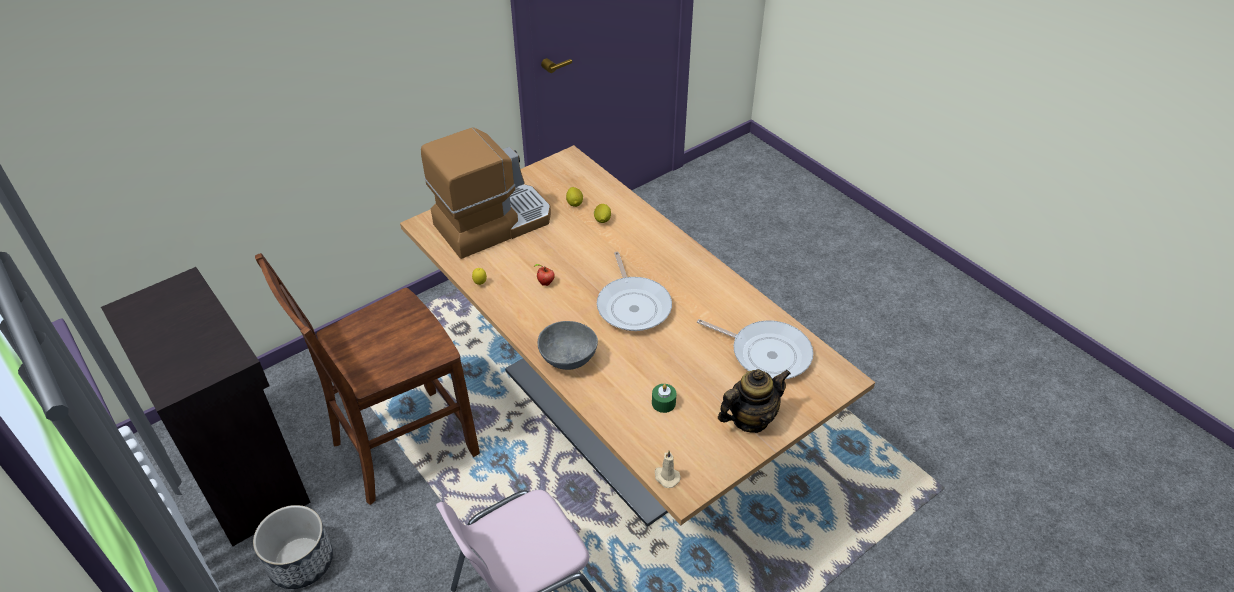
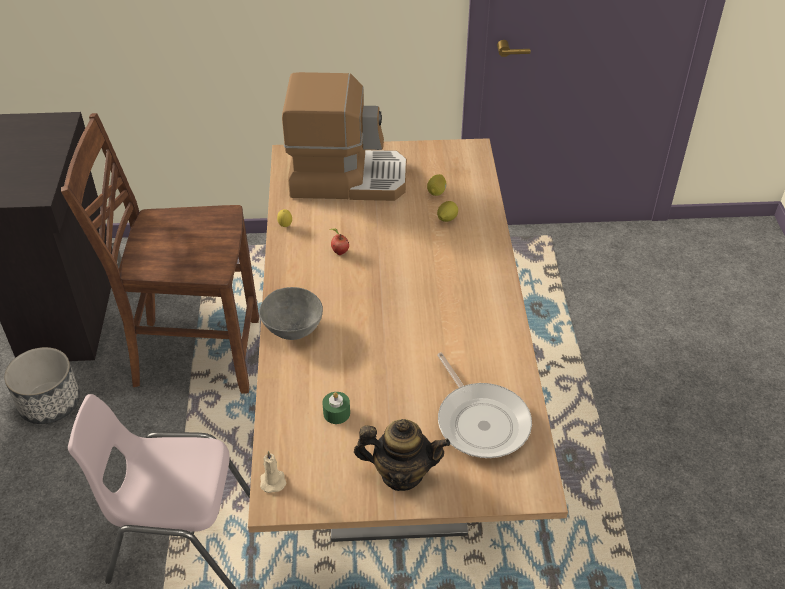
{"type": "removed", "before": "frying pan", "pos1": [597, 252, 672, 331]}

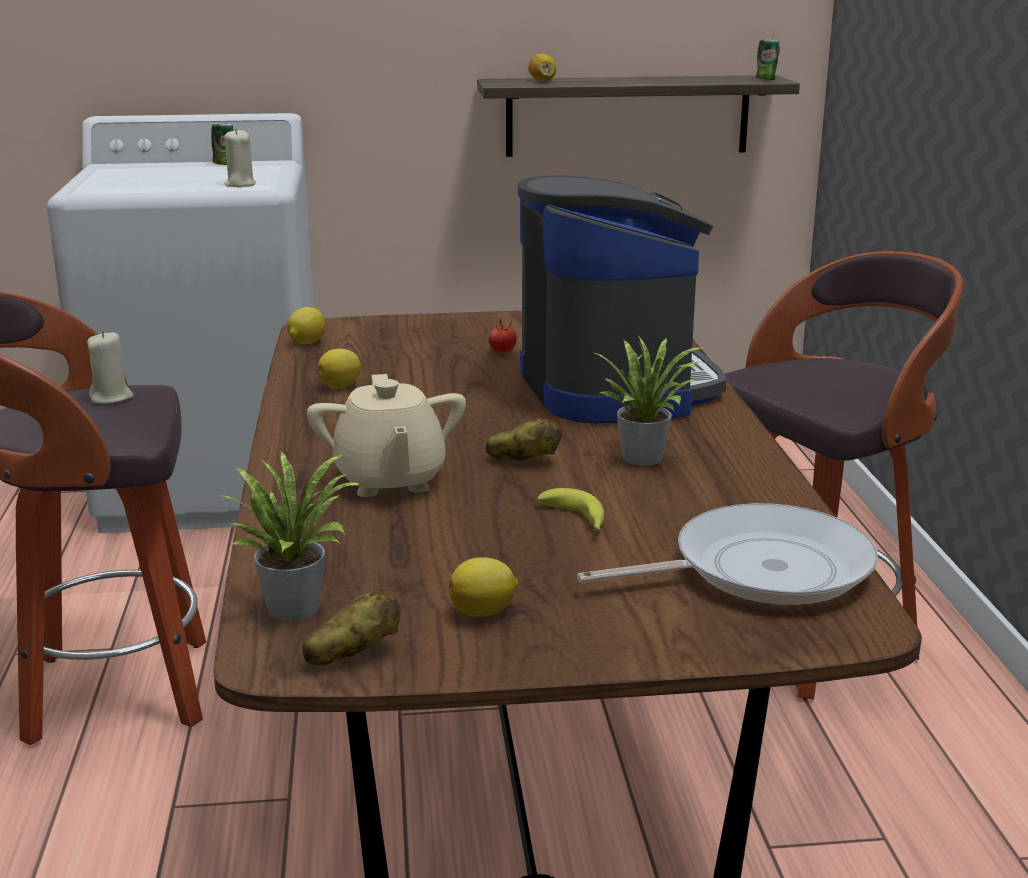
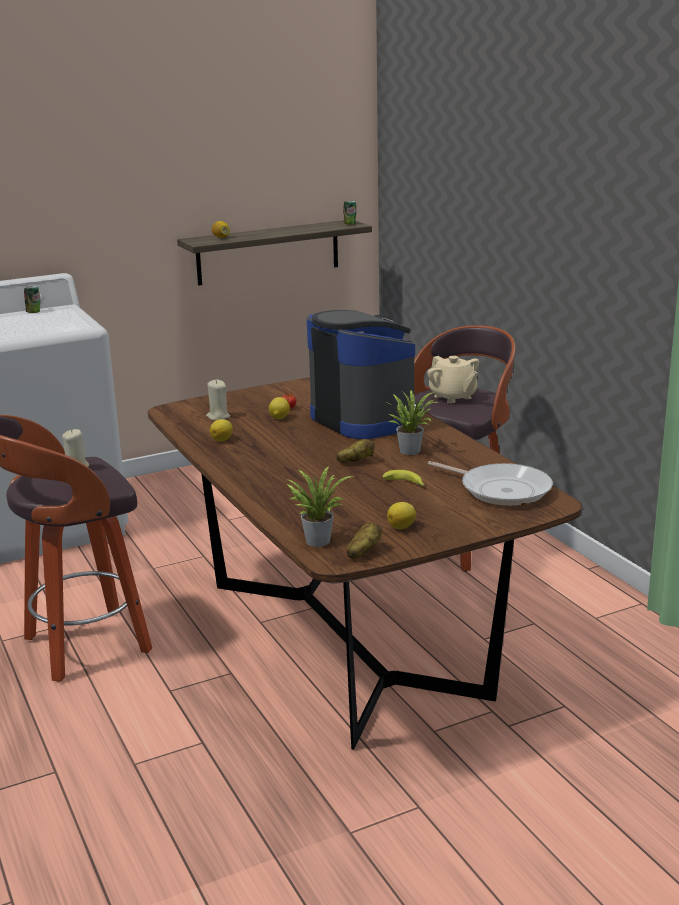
{"type": "moved", "before": "beige candle", "pos1": [224, 129, 256, 187], "pos2": [206, 380, 230, 420]}
{"type": "moved", "before": "lemon", "pos1": [287, 307, 326, 344], "pos2": [269, 397, 290, 419]}
{"type": "moved", "before": "beige teapot", "pos1": [307, 374, 466, 497], "pos2": [428, 356, 479, 403]}
{"type": "turned", "before": "frying pan", "pos1": [577, 503, 878, 605], "pos2": [428, 461, 553, 506], "turn": 75}

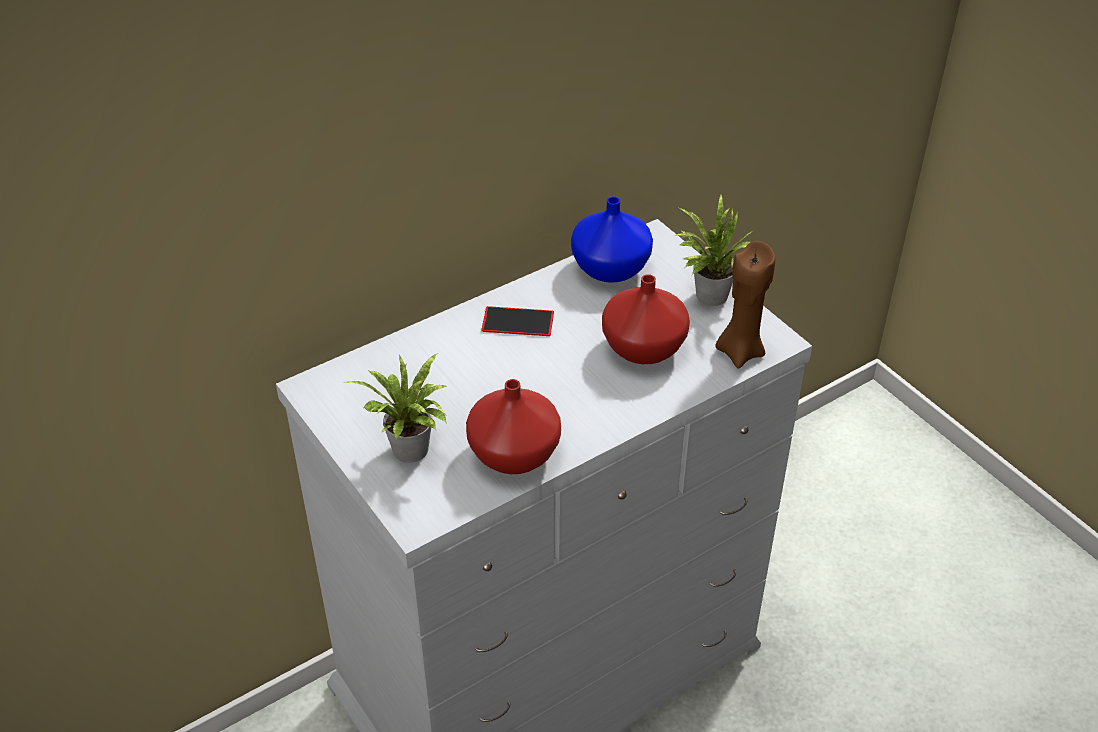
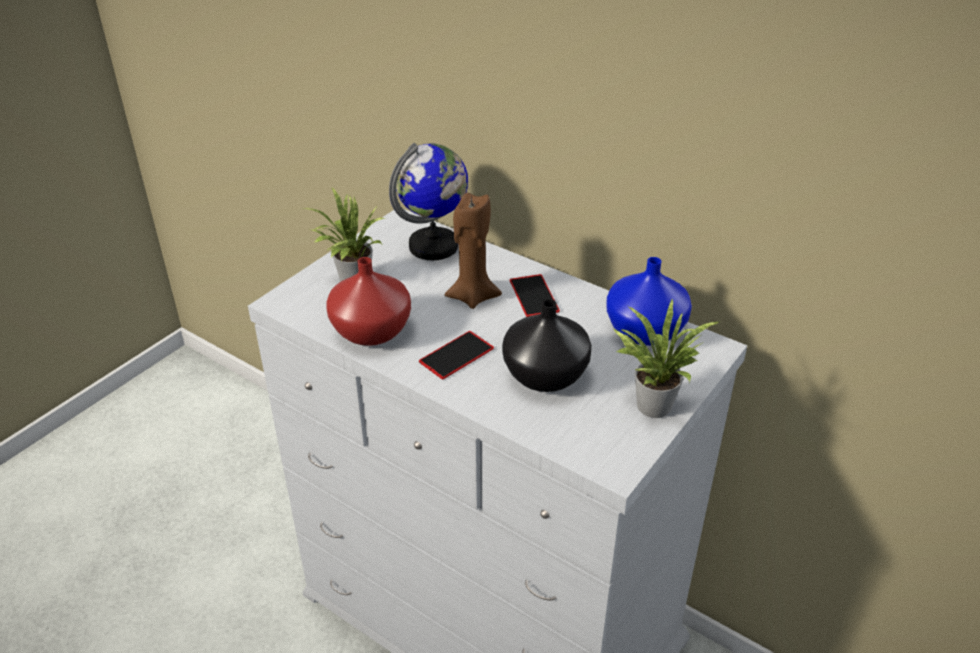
{"type": "recoloured", "before": "red vase", "after": "black vase", "pos1": [602, 274, 690, 364], "pos2": [502, 299, 592, 392]}
{"type": "moved", "before": "brown candle", "pos1": [715, 241, 775, 369], "pos2": [445, 193, 502, 309]}
{"type": "added", "after": "globe", "pos2": [389, 143, 468, 260]}
{"type": "added", "after": "phone", "pos2": [419, 331, 494, 379]}

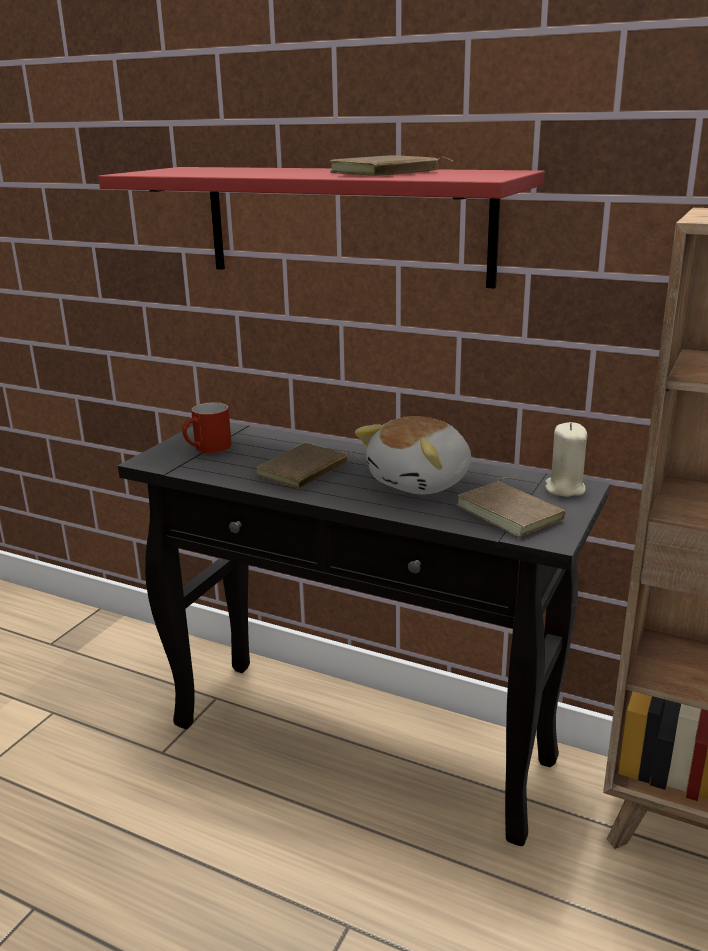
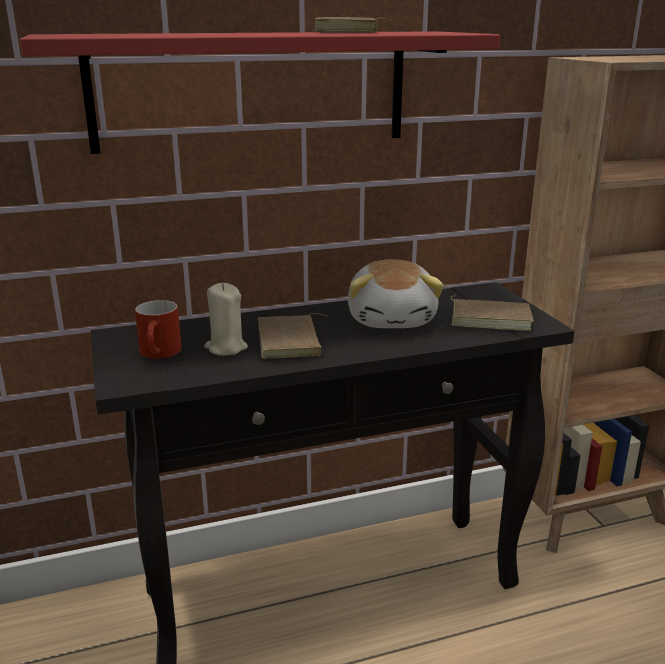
{"type": "moved", "before": "beige candle", "pos1": [545, 422, 587, 497], "pos2": [204, 283, 248, 356]}

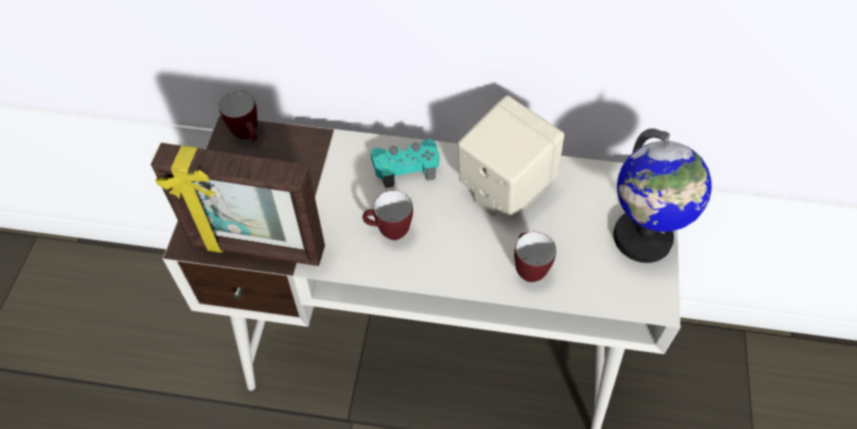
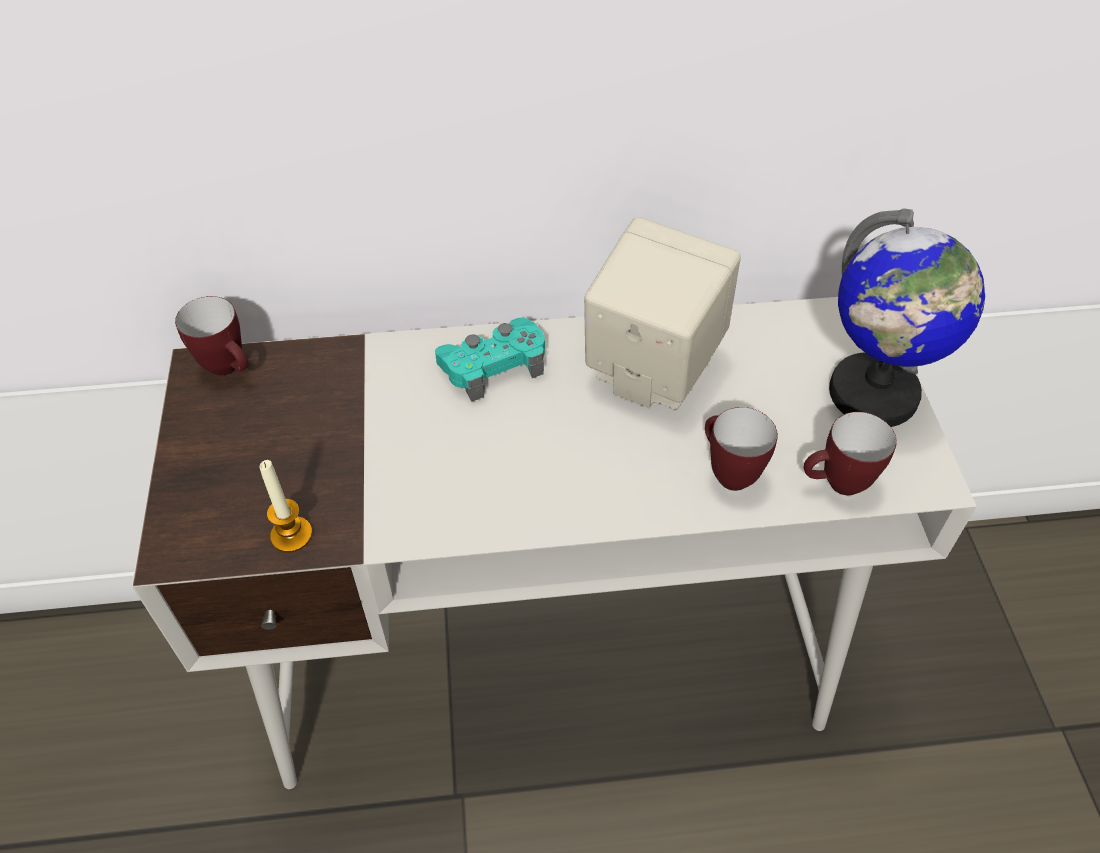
{"type": "replaced", "before": "picture frame", "after": "candle", "pos1": [151, 143, 325, 266], "pos2": [260, 460, 312, 553]}
{"type": "moved", "before": "mug", "pos1": [363, 190, 413, 240], "pos2": [804, 412, 897, 495]}

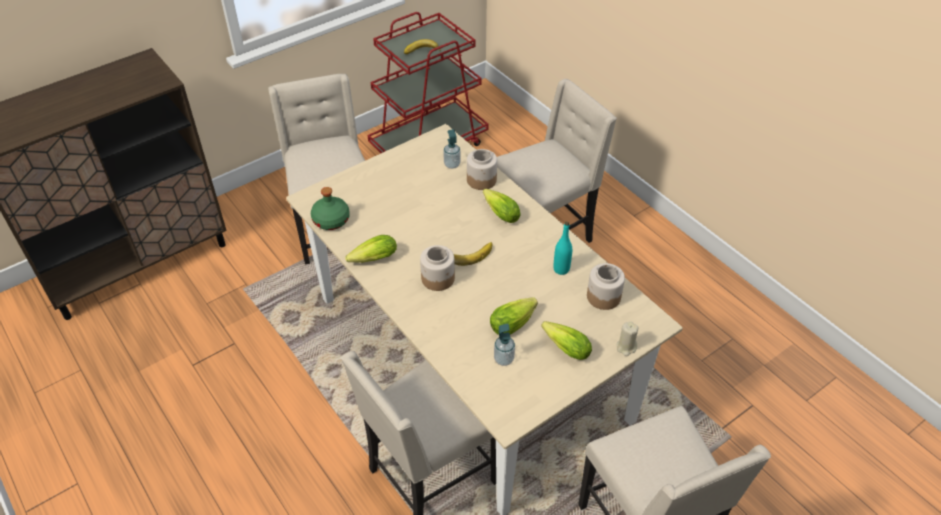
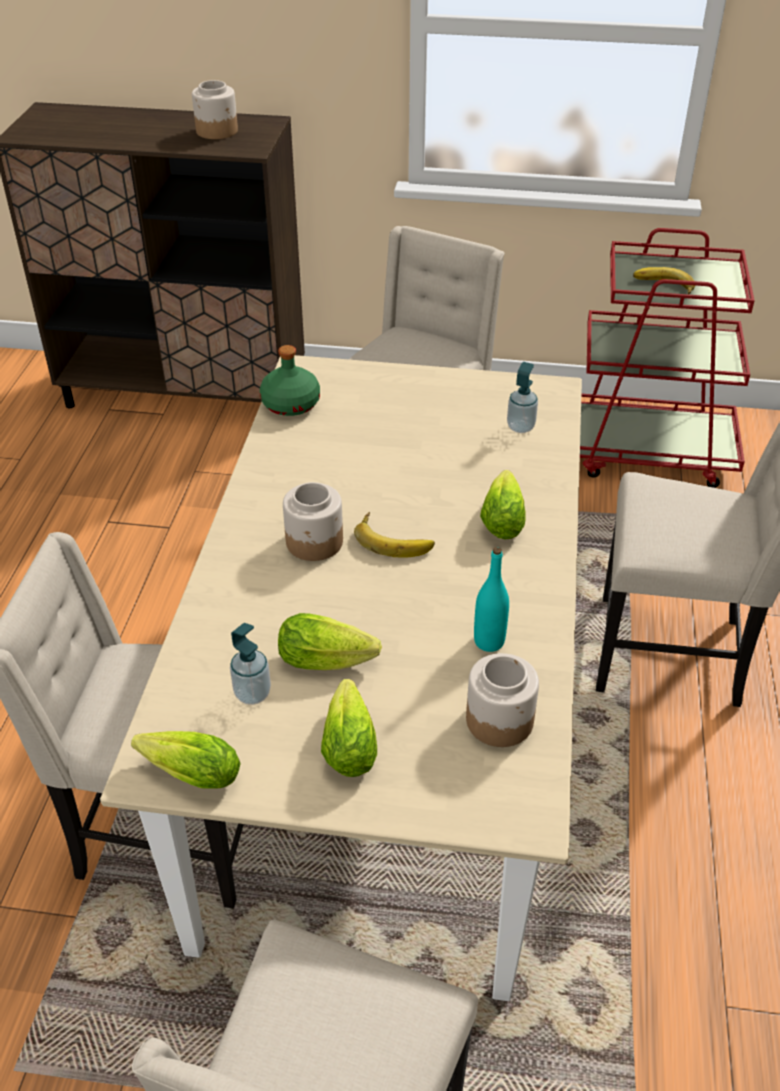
{"type": "moved", "before": "lettuce", "pos1": [345, 235, 397, 263], "pos2": [131, 731, 241, 789]}
{"type": "moved", "before": "jar", "pos1": [467, 149, 497, 190], "pos2": [192, 80, 238, 139]}
{"type": "removed", "before": "beige candle", "pos1": [616, 322, 639, 356]}

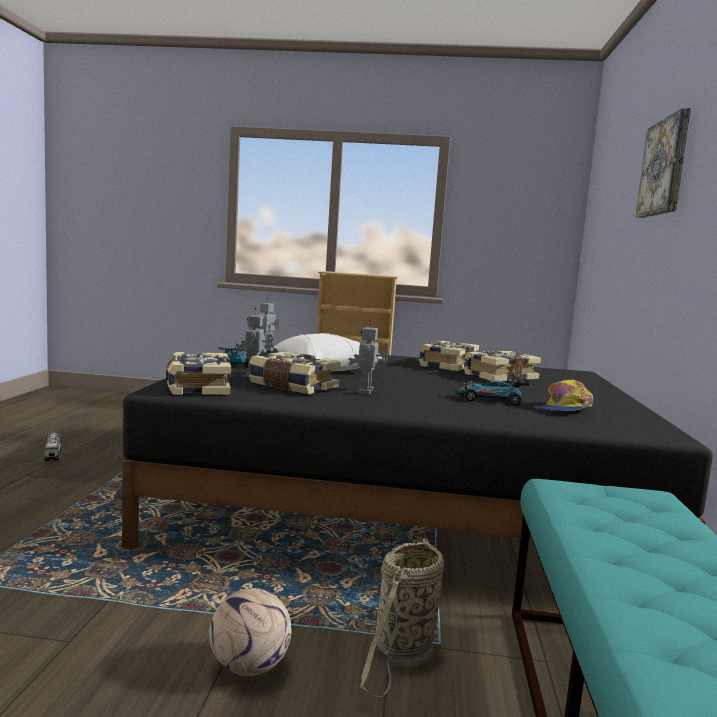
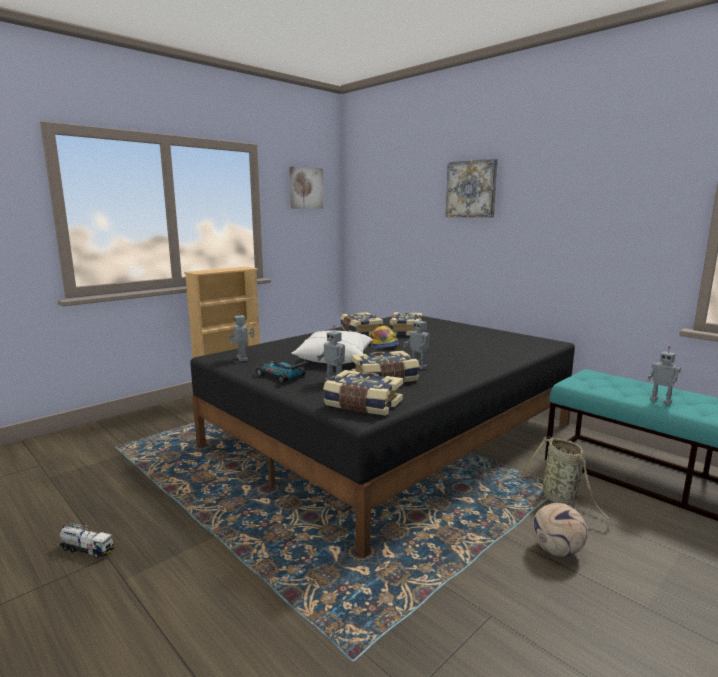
{"type": "removed", "before": "toy car", "pos1": [455, 372, 529, 405]}
{"type": "moved", "before": "cap", "pos1": [534, 380, 593, 411], "pos2": [369, 326, 398, 348]}
{"type": "added", "after": "picture", "pos2": [289, 166, 323, 209]}
{"type": "added", "after": "toy robot", "pos2": [647, 346, 681, 405]}

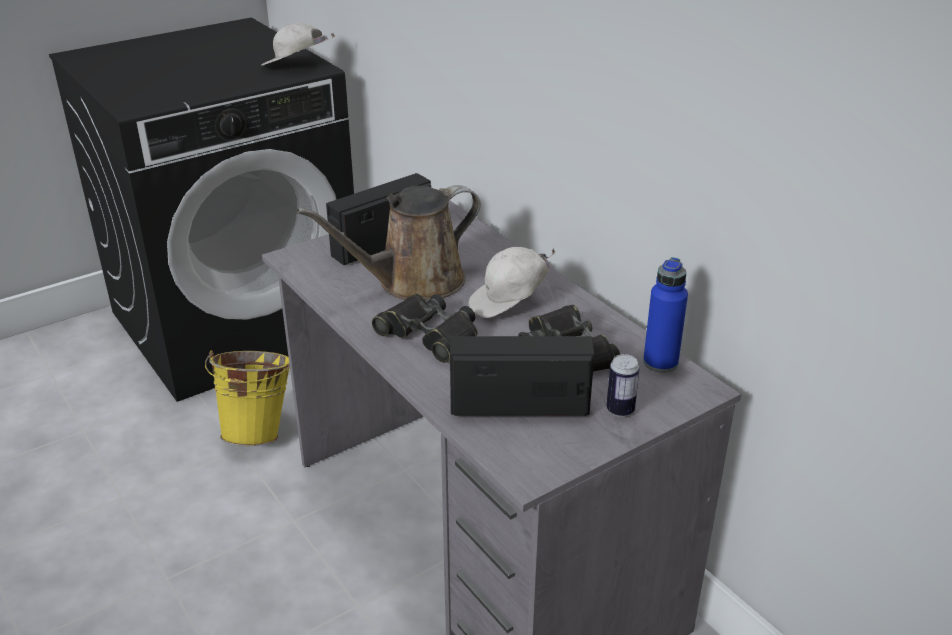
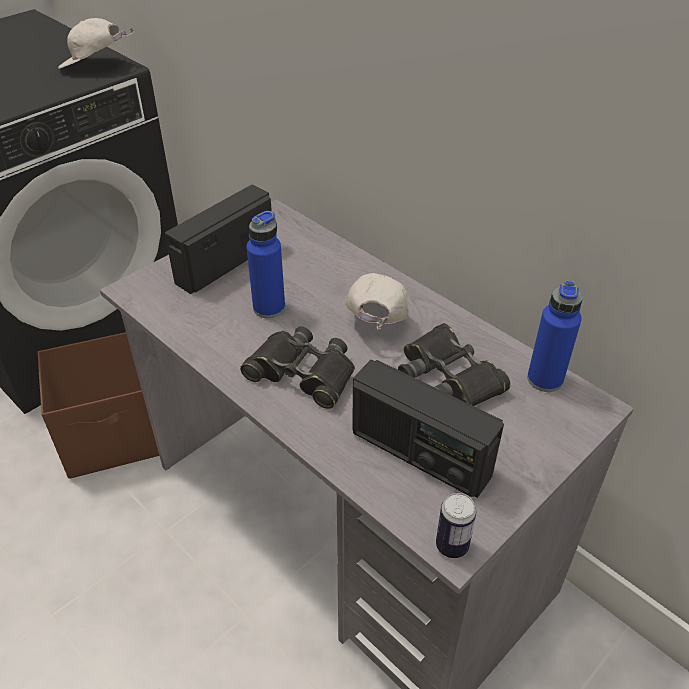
{"type": "replaced", "before": "yellow bucket", "after": "brown storage box", "pos1": [205, 351, 290, 446], "pos2": [37, 332, 159, 479]}
{"type": "replaced", "before": "brown watering can", "after": "blue bottle", "pos1": [297, 185, 481, 300], "pos2": [246, 211, 285, 318]}
{"type": "turned", "before": "radio", "pos1": [450, 336, 594, 416], "pos2": [352, 360, 504, 498], "turn": -135}
{"type": "turned", "before": "white cap", "pos1": [468, 247, 556, 318], "pos2": [344, 273, 408, 330], "turn": 135}
{"type": "moved", "before": "can", "pos1": [606, 354, 640, 417], "pos2": [436, 493, 476, 558]}

